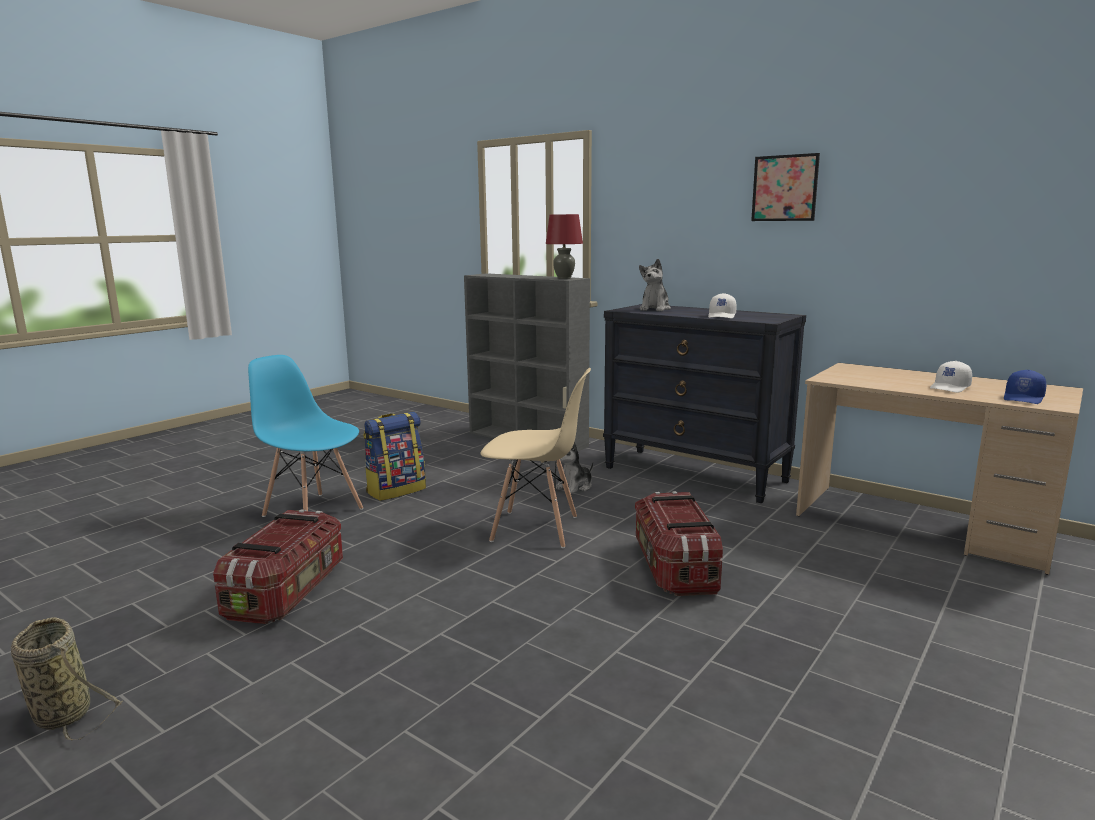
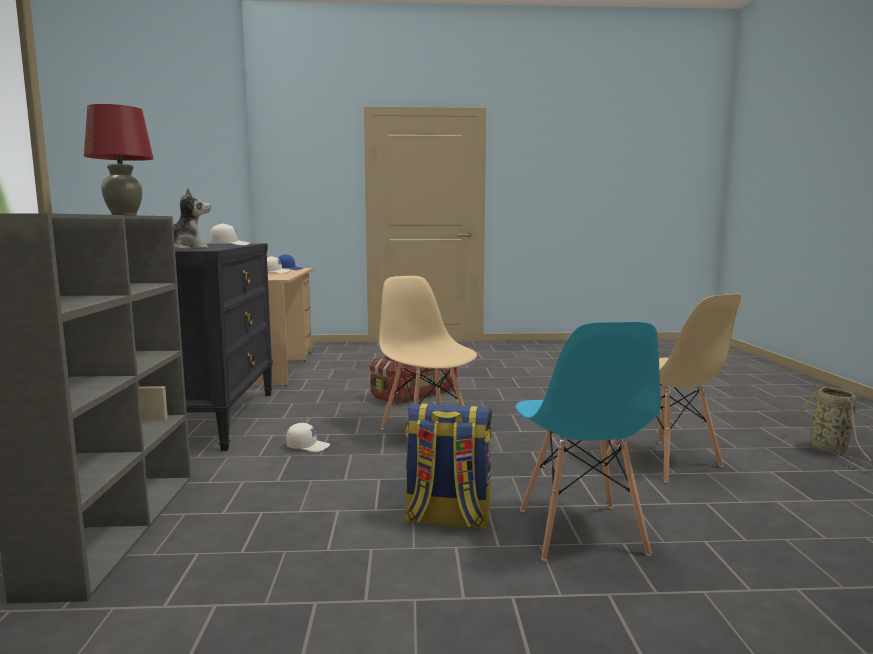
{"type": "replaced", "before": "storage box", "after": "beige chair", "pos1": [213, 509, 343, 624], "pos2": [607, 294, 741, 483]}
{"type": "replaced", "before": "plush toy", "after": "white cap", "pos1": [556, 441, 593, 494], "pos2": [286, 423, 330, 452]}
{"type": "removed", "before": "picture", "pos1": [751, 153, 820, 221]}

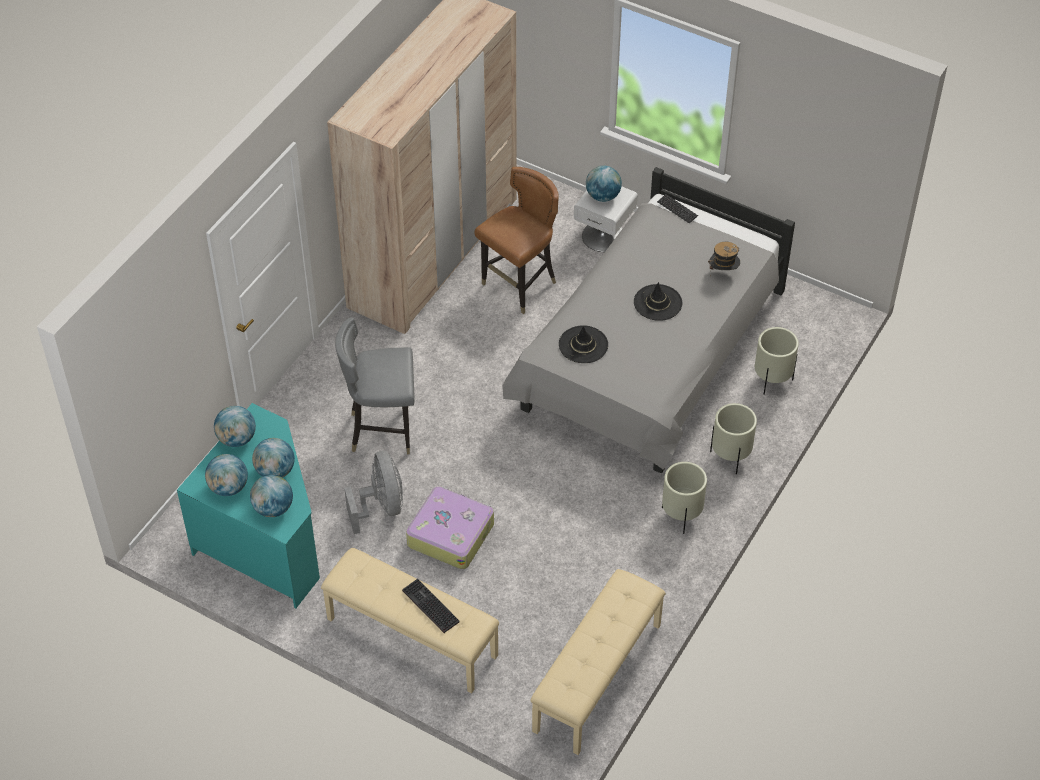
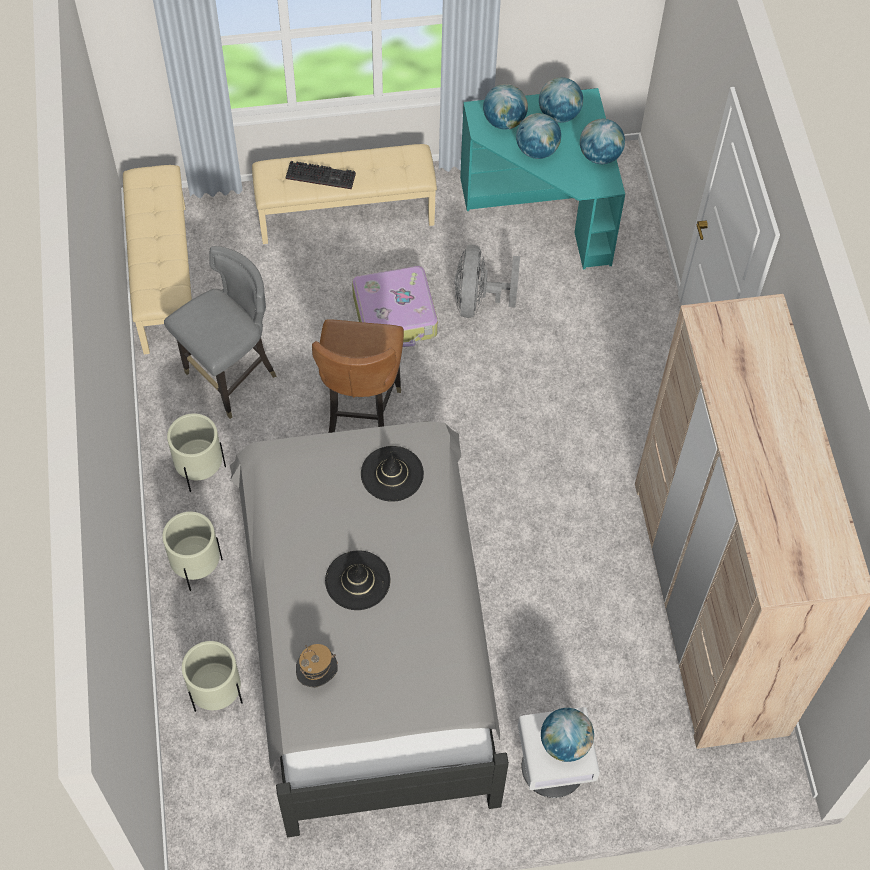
{"type": "moved", "before": "grey chair", "pos1": [335, 317, 415, 454], "pos2": [164, 246, 277, 419]}
{"type": "turned", "before": "grey fan", "pos1": [344, 451, 403, 534], "pos2": [454, 245, 520, 318], "turn": 60}
{"type": "moved", "before": "brown chair", "pos1": [474, 167, 559, 314], "pos2": [312, 320, 404, 433]}
{"type": "removed", "before": "keyboard", "pos1": [657, 194, 698, 224]}

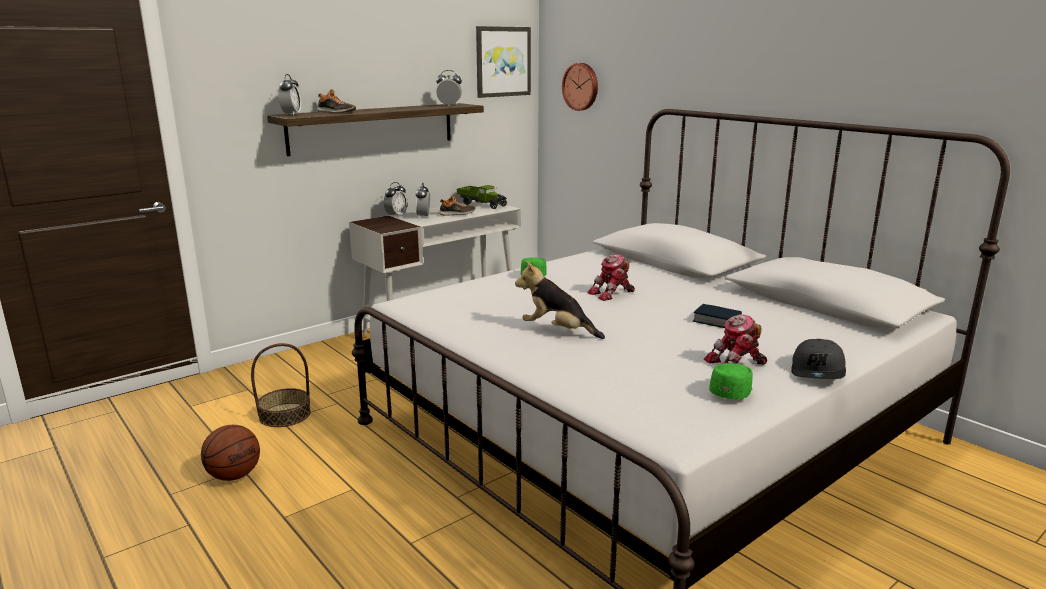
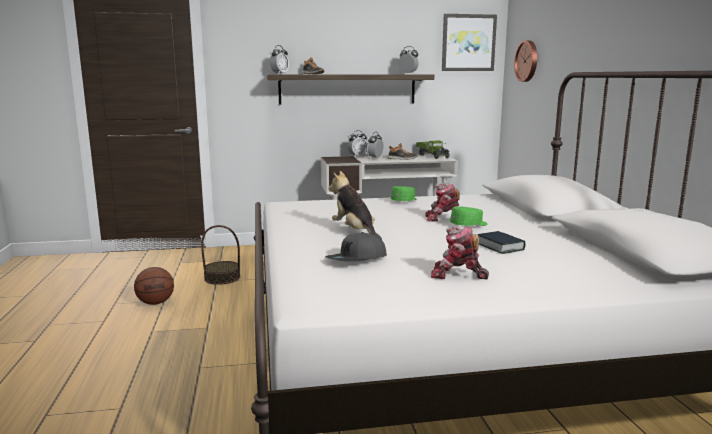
{"type": "moved", "before": "green cap", "pos1": [709, 363, 753, 399], "pos2": [450, 206, 487, 226]}
{"type": "moved", "before": "grey cap", "pos1": [791, 339, 846, 379], "pos2": [325, 232, 387, 262]}

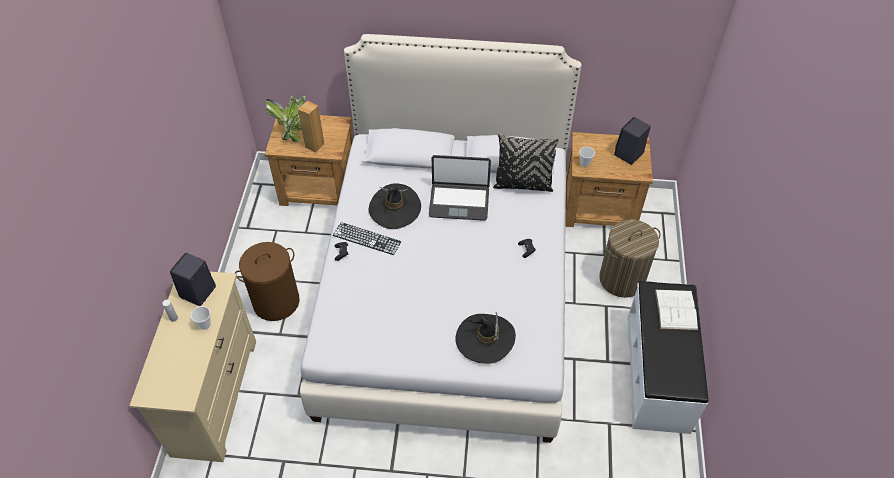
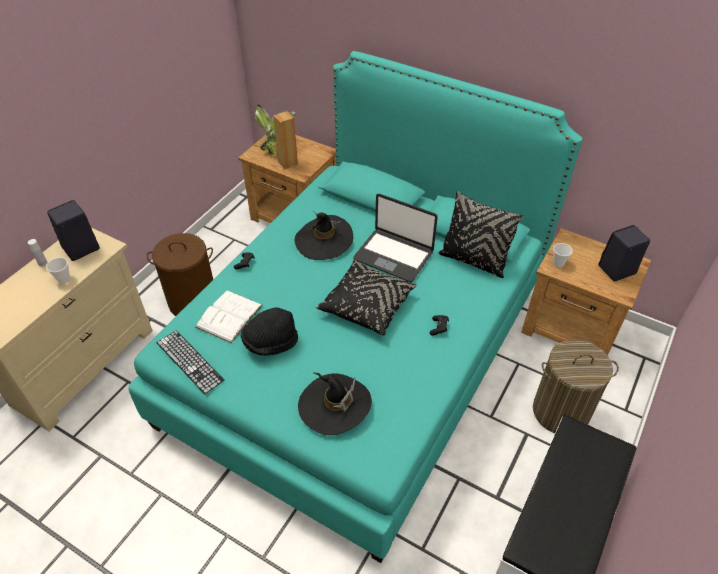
{"type": "recoloured", "before": "white bed", "after": "turquoise bed", "pos1": [300, 34, 582, 443], "pos2": [129, 51, 583, 563]}
{"type": "moved", "before": "keyboard", "pos1": [333, 222, 401, 255], "pos2": [157, 330, 224, 394]}
{"type": "moved", "before": "white book", "pos1": [655, 290, 698, 331], "pos2": [195, 290, 263, 343]}
{"type": "added", "after": "black hat", "pos2": [241, 307, 298, 356]}
{"type": "added", "after": "black pillow", "pos2": [316, 260, 417, 335]}

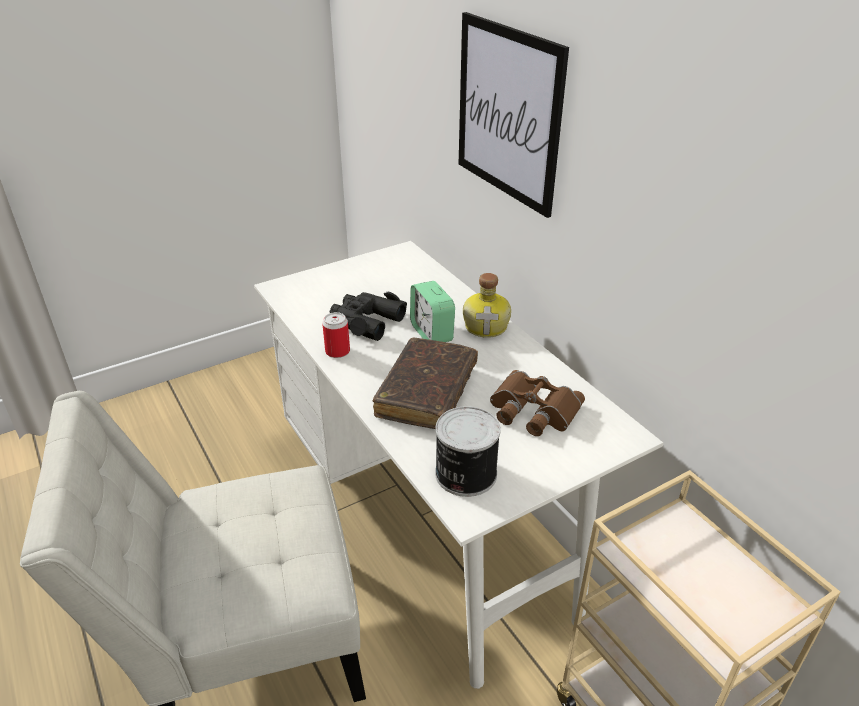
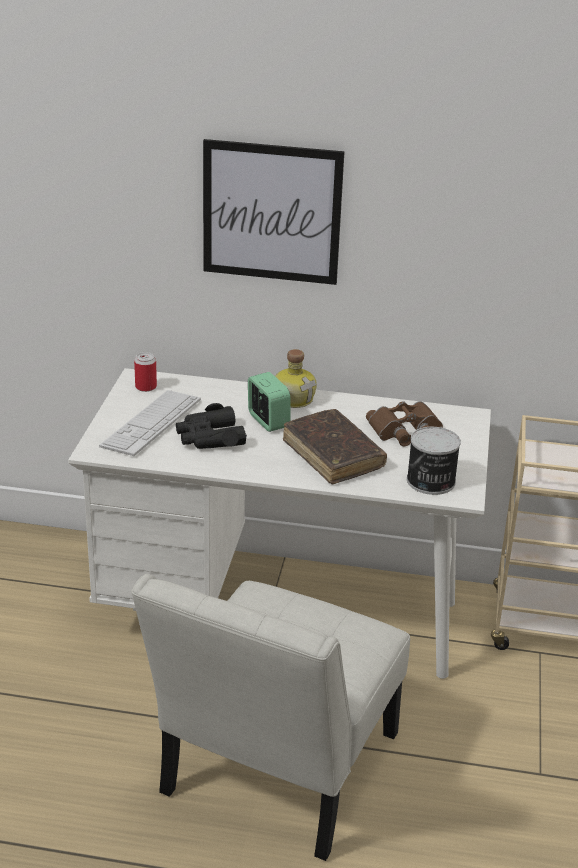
{"type": "moved", "before": "can", "pos1": [322, 312, 350, 358], "pos2": [134, 352, 157, 392]}
{"type": "turned", "before": "alarm clock", "pos1": [410, 281, 455, 342], "pos2": [248, 372, 290, 432], "turn": -135}
{"type": "added", "after": "keyboard", "pos2": [99, 390, 201, 456]}

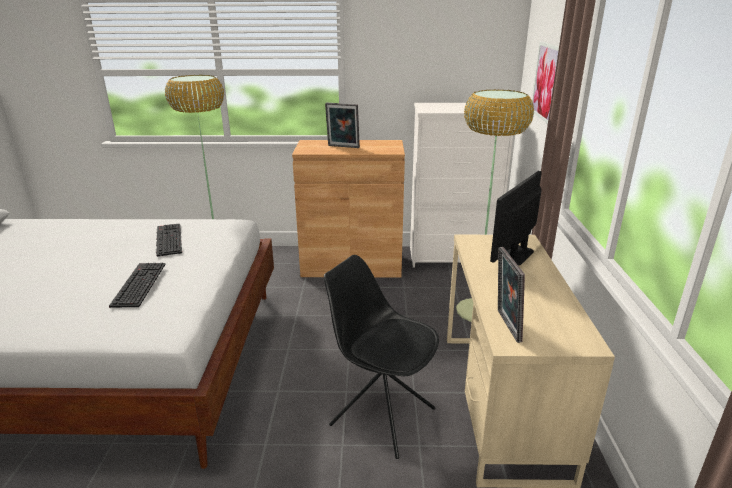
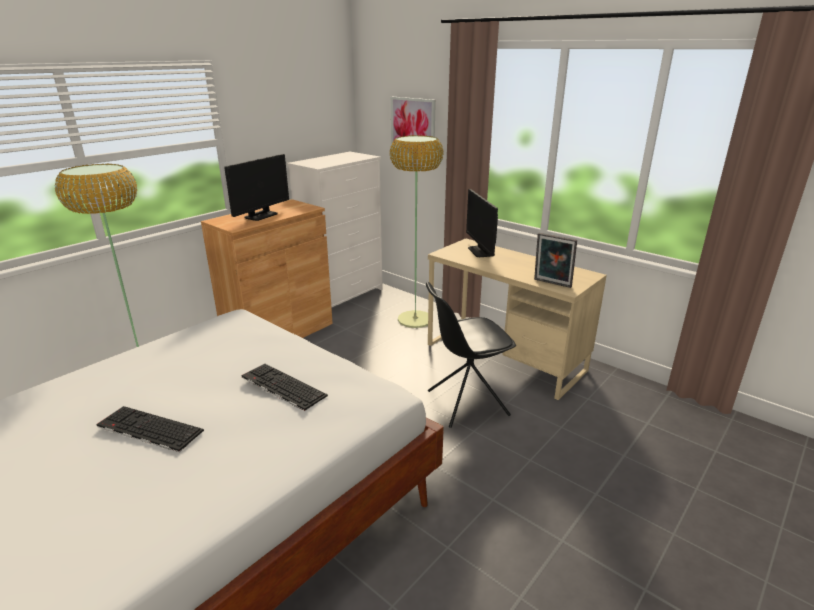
{"type": "moved", "before": "keyboard", "pos1": [156, 224, 182, 257], "pos2": [96, 406, 204, 452]}
{"type": "replaced", "before": "picture frame", "after": "monitor", "pos1": [325, 103, 360, 148], "pos2": [224, 154, 289, 221]}

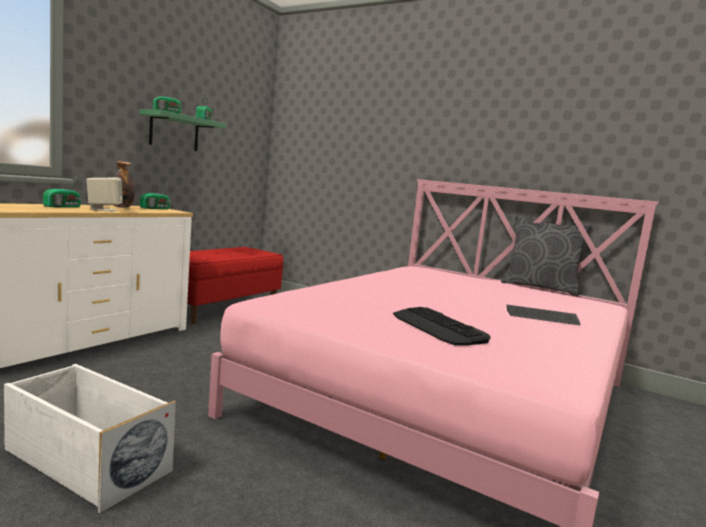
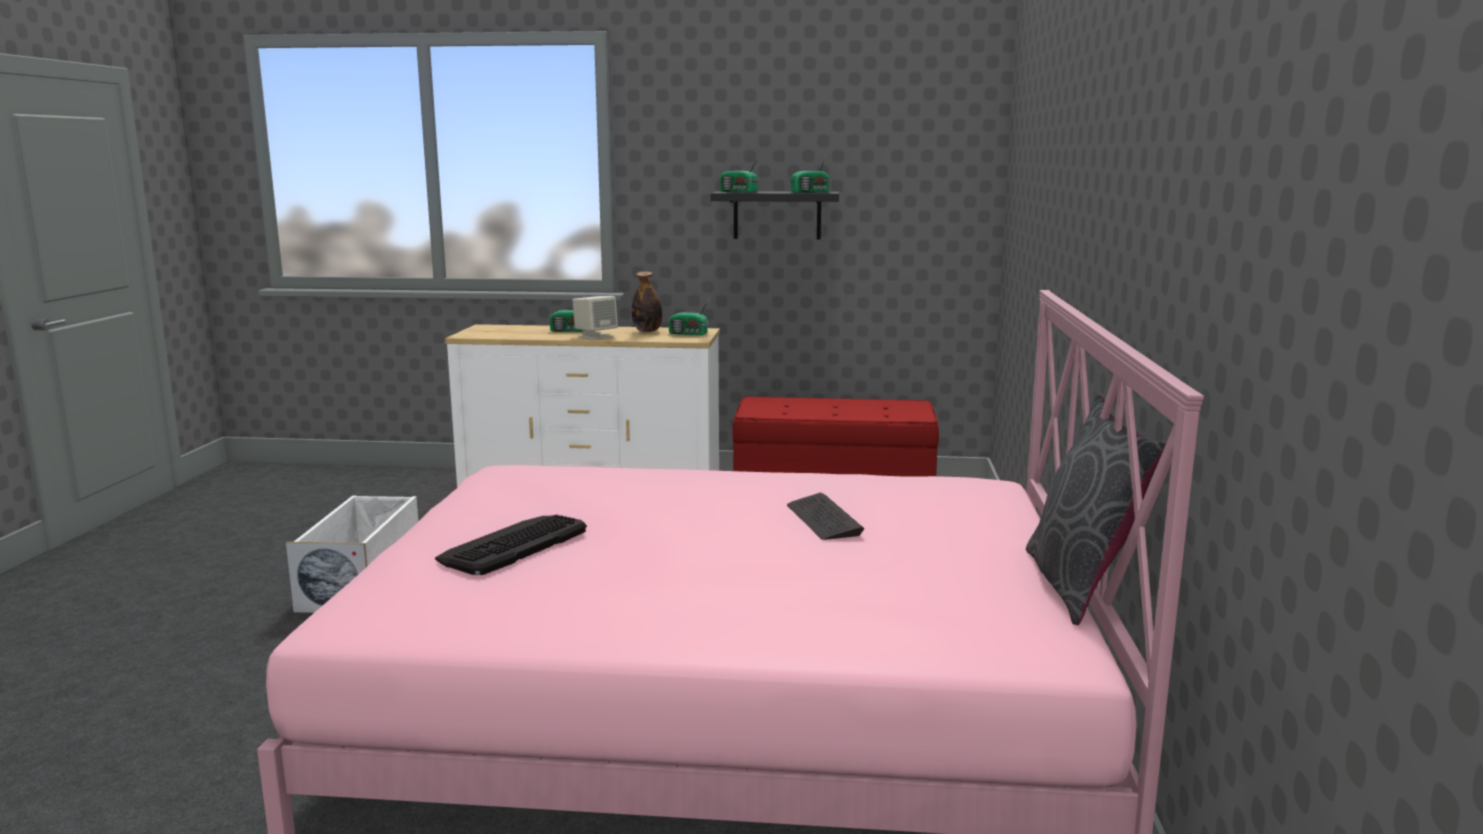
{"type": "recoloured", "before": "green shelf", "after": "black shelf", "pos1": [139, 109, 227, 151], "pos2": [711, 191, 839, 239]}
{"type": "moved", "before": "keyboard", "pos1": [507, 305, 580, 325], "pos2": [787, 493, 865, 540]}

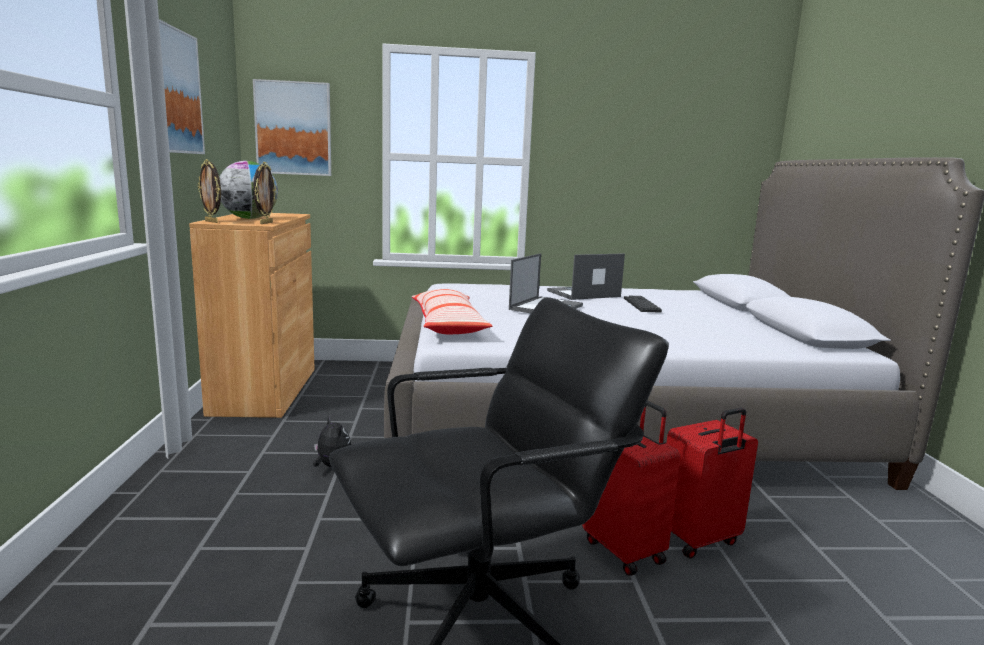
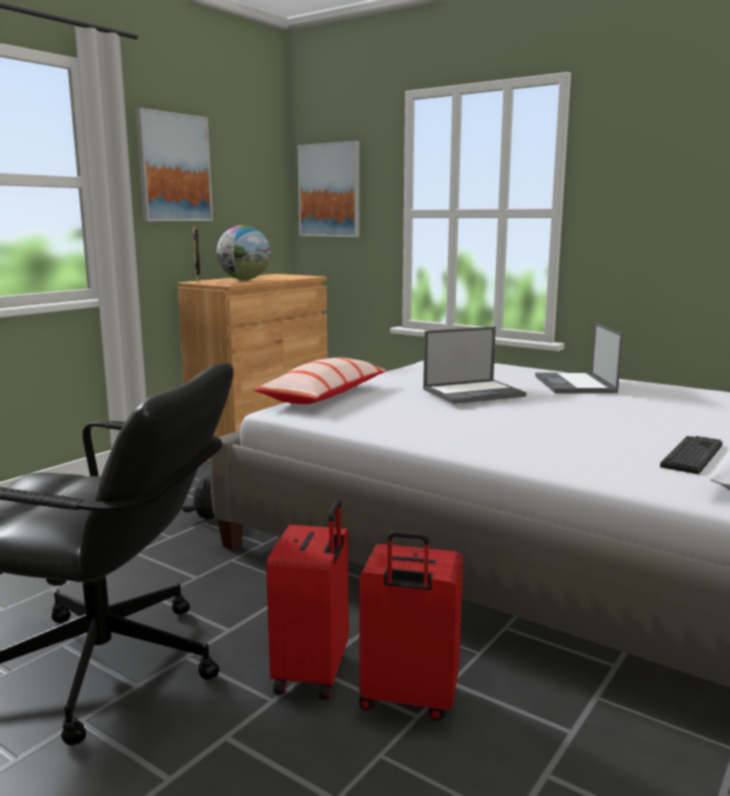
{"type": "removed", "before": "picture frame", "pos1": [254, 162, 276, 224]}
{"type": "turned", "before": "laptop", "pos1": [547, 253, 625, 300], "pos2": [535, 322, 623, 393], "turn": -105}
{"type": "moved", "before": "keyboard", "pos1": [624, 296, 662, 313], "pos2": [660, 436, 723, 474]}

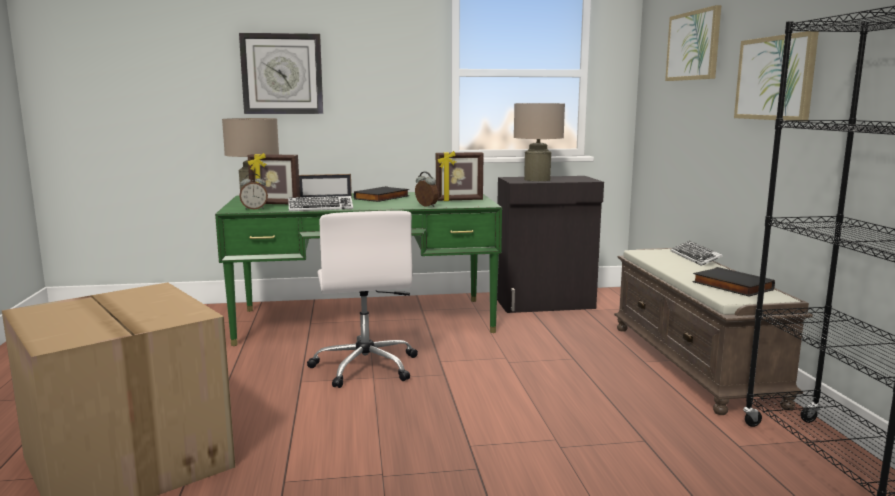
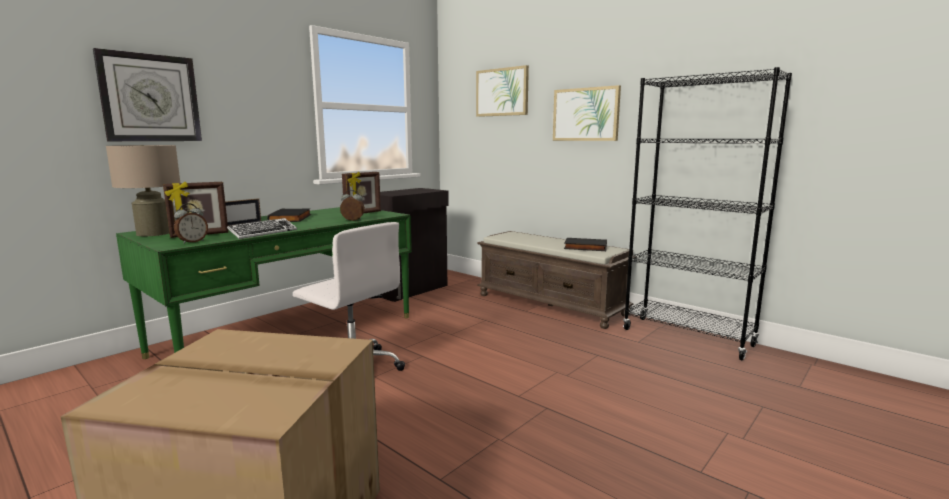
{"type": "removed", "before": "beige table lamp", "pos1": [514, 103, 565, 181]}
{"type": "removed", "before": "keyboard", "pos1": [671, 241, 723, 266]}

